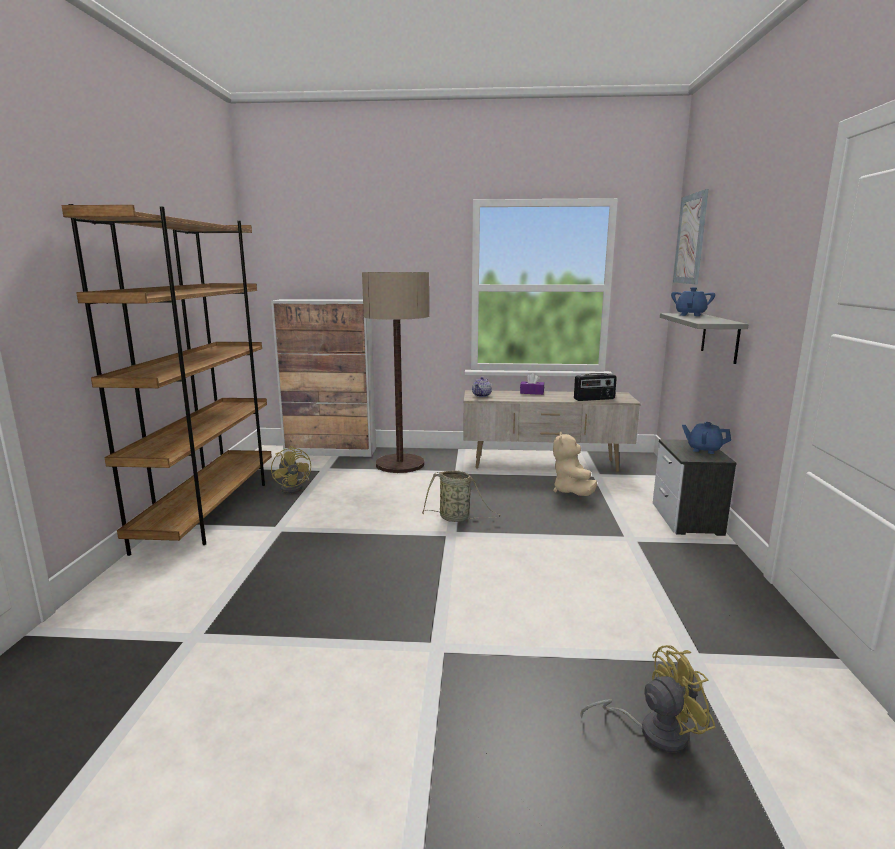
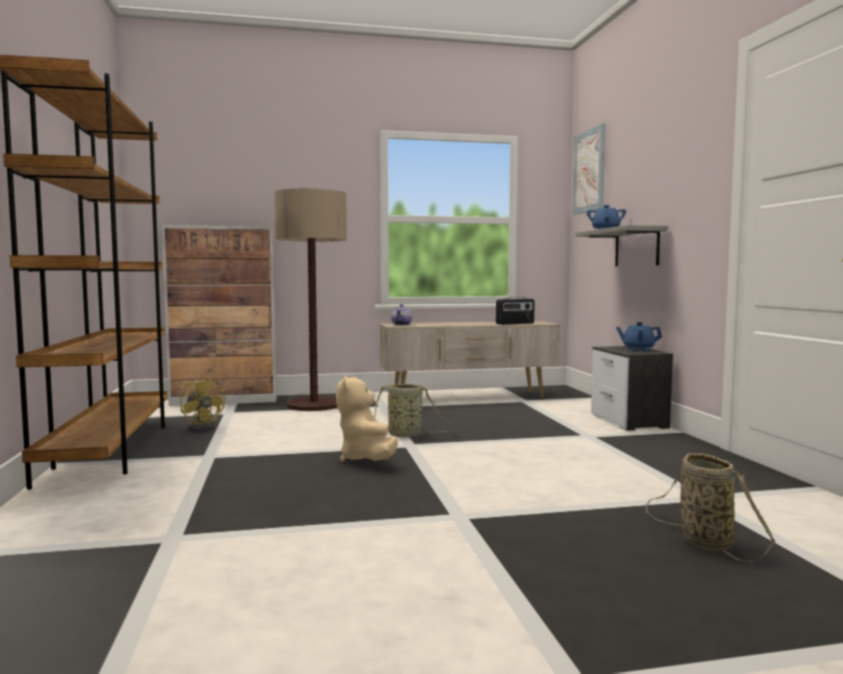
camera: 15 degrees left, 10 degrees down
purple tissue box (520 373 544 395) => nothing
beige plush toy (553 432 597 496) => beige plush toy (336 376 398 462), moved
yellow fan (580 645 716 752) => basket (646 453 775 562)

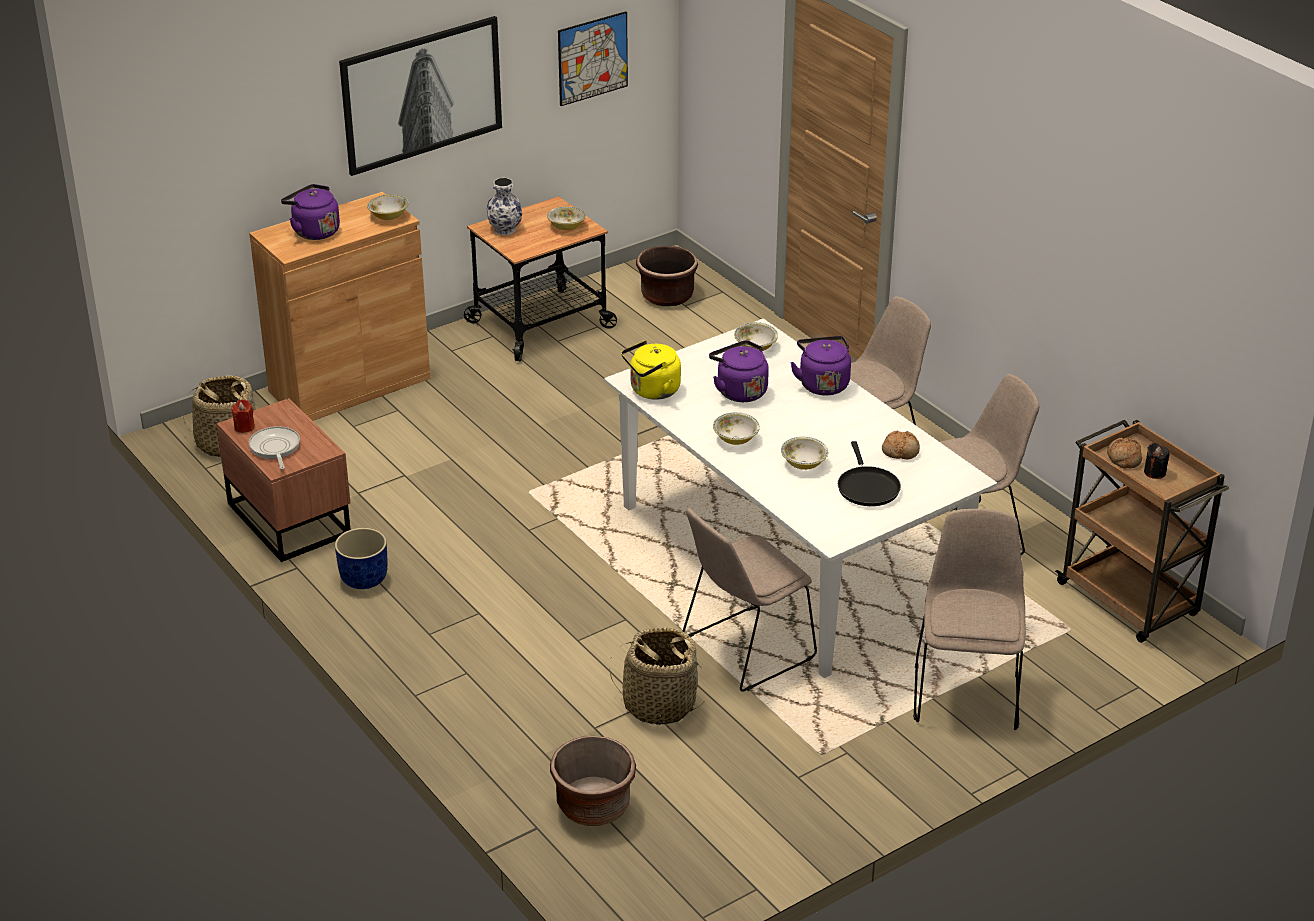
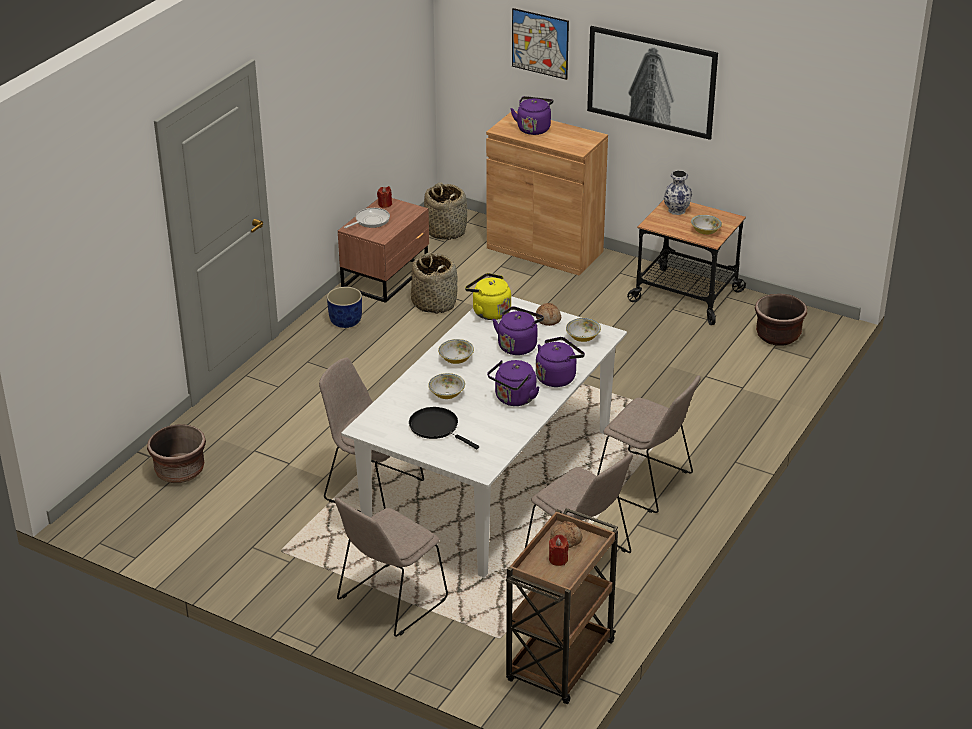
camera: 65 degrees right, 0 degrees up
bowl (367 194 409 220) => nothing
nothing => purple kettle (487 360 540 406)
picture (558 11 628 106) => picture (512 8 569 80), moved
basket (609 627 704 725) => basket (411 252 457 314), moved
bread (882 431 920 459) => bread (536 303 561 326), moved
black candle (1144 443 1170 479) => red candle (549 534 569 566)
black frying pan (838 441 901 506) => black frying pan (409 407 479 449), 75 degrees clockwise
beige chair (913 509 1026 730) => beige chair (335 498 448 637), 150 degrees clockwise

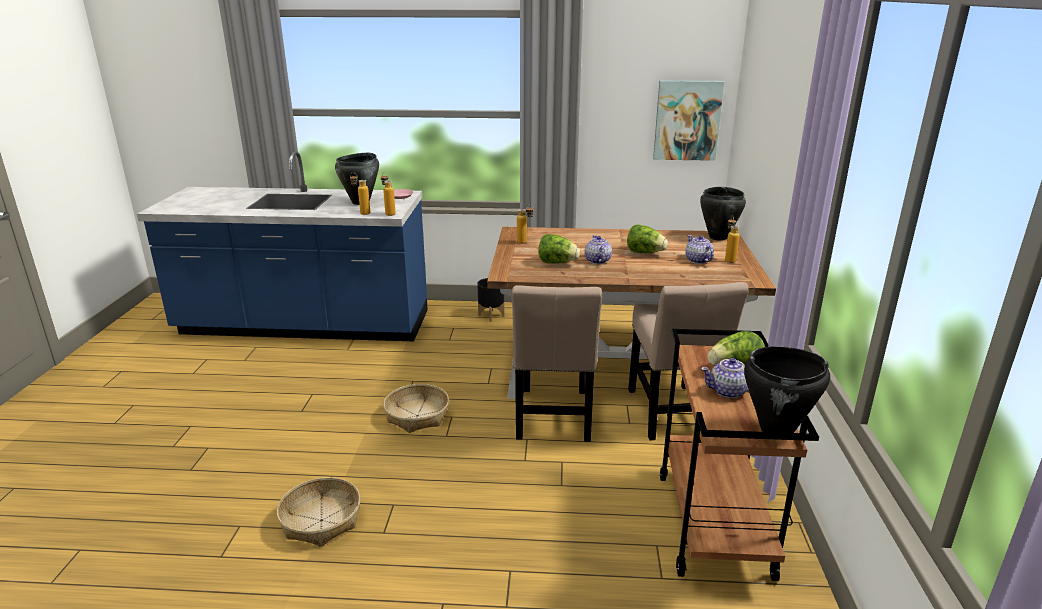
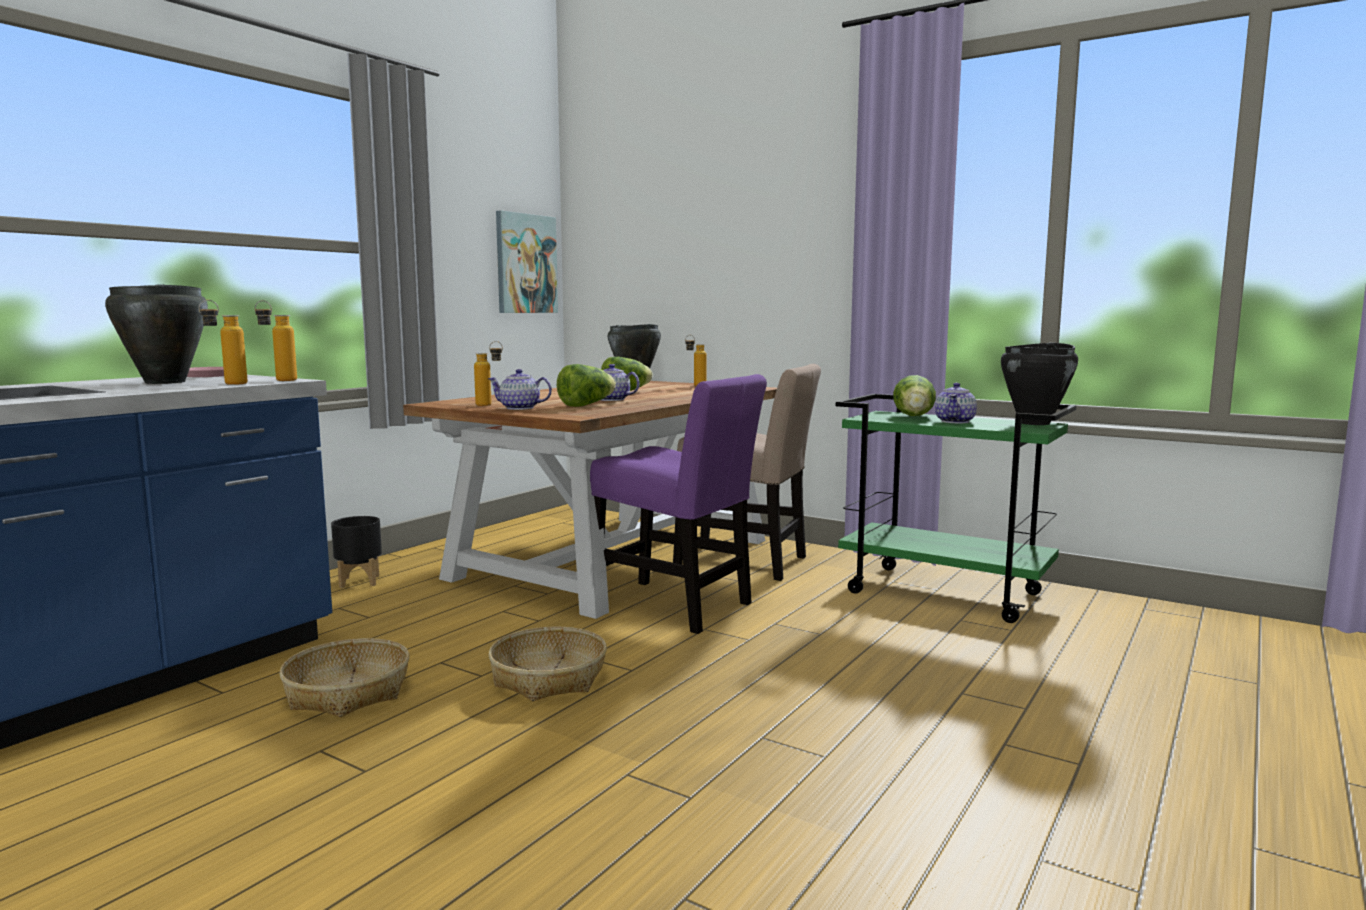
camera: 60 degrees left, 15 degrees down
basket (277 477 361 547) => basket (279 638 410 717), moved
teapot (685 235 714 264) => teapot (488 369 552 410), moved
beige chair (511 285 602 442) => purple chair (590 374 767 634)
brown cart (660 329 819 581) => green cart (836 394 1076 623)

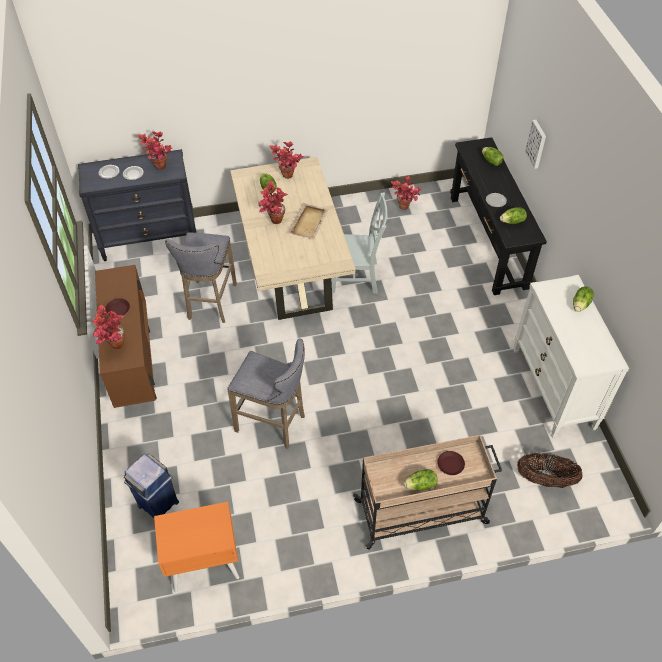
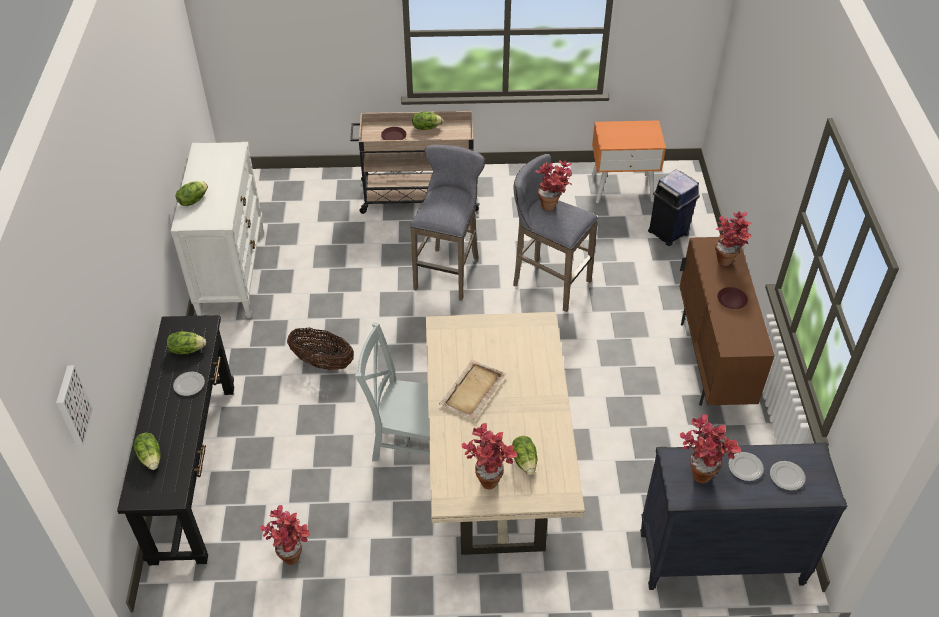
camera: 170 degrees left, 5 degrees down
grey stool (165 233 237 323) => grey stool (410 145 485 301), moved
potted plant (258 181 288 224) => potted plant (535 161 572 211), moved
basket (517 453 583 488) => basket (287 328 354 370), moved
picture (525 120 546 169) => picture (56 366 93 445), moved

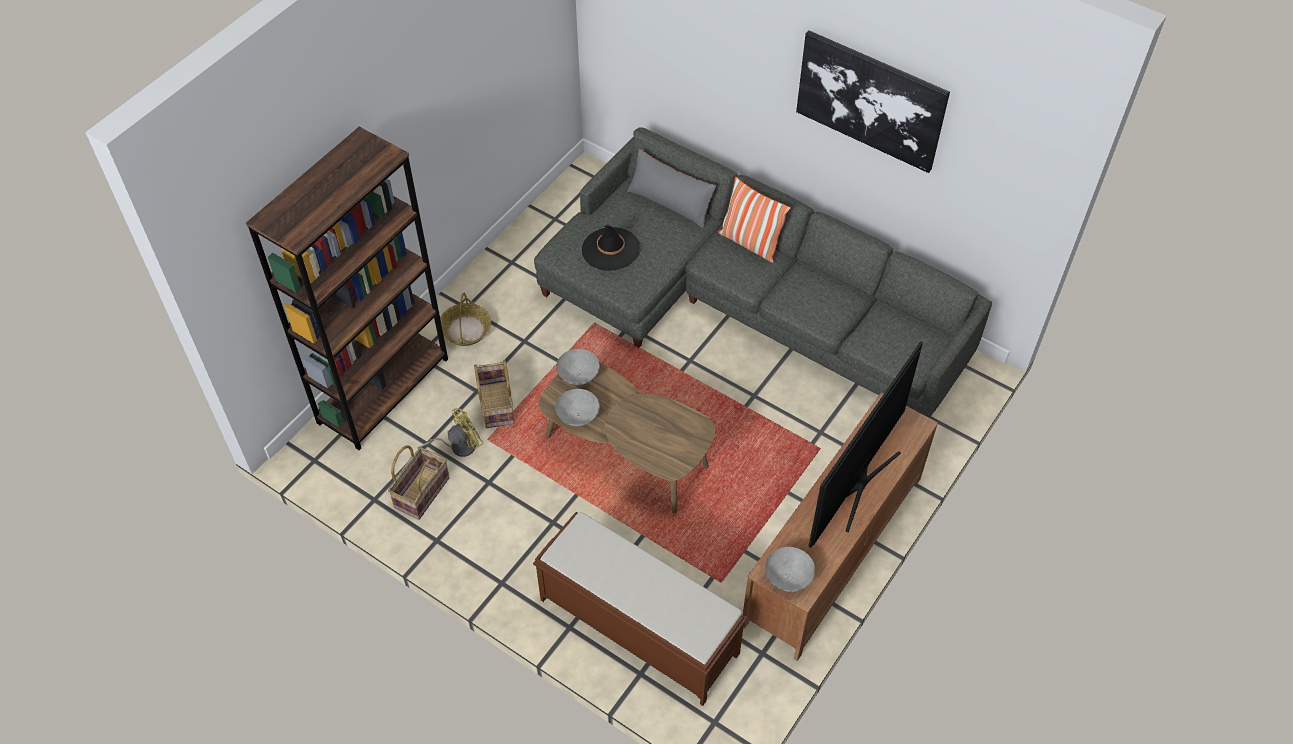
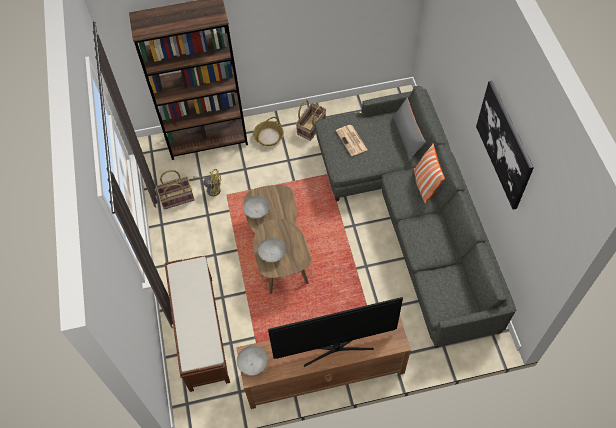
camera: 45 degrees right, 5 degrees up
basket (474 360 515 428) => basket (296 100 326 141), moved
grey bowl (556 349 600 385) => grey bowl (258 238 286 262), moved
black hat (582 224 640 271) => newspaper (336 125 367 156)

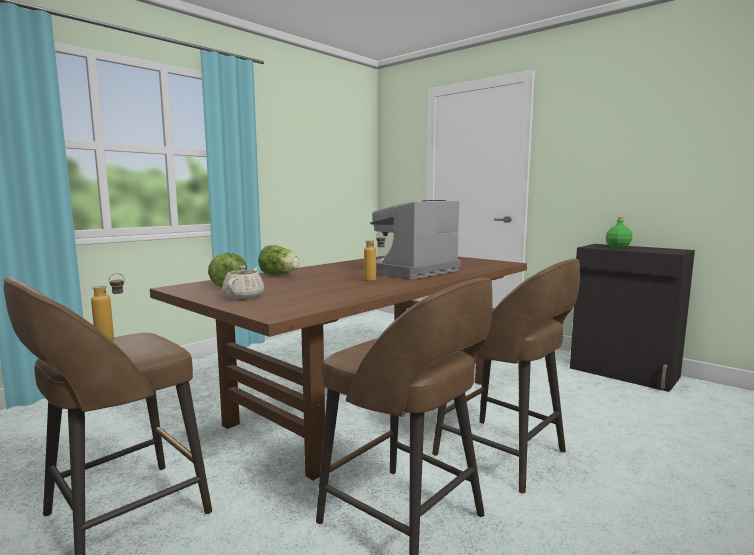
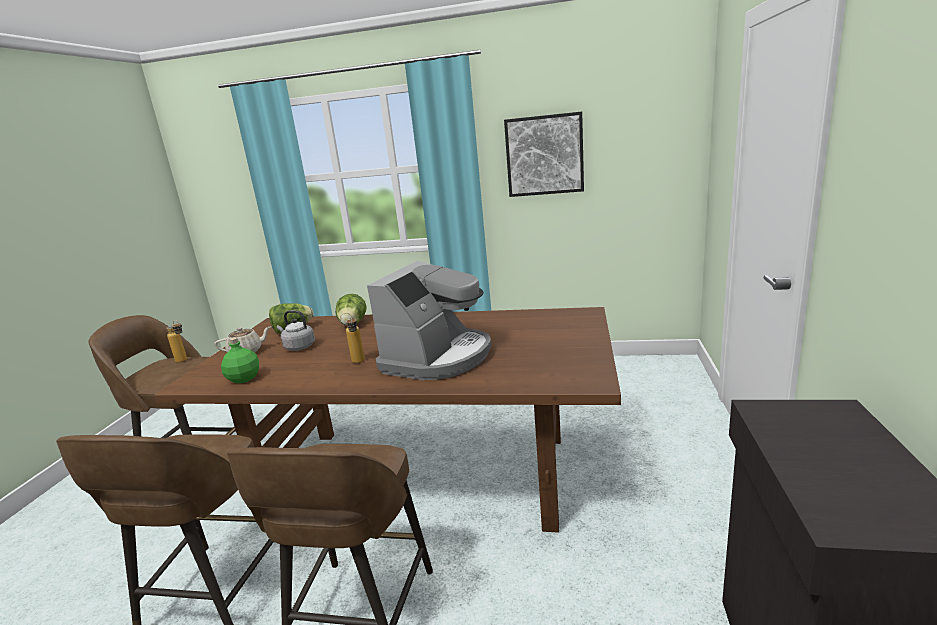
camera: 60 degrees right, 10 degrees up
nothing => grey kettle (277 310 315 351)
nothing => picture (504 112 584 197)
green bottle (606 217 632 248) => green bottle (221 337 259 384), moved
coffee machine (370 200 461 279) => coffee machine (367 261 492 380), 105 degrees clockwise

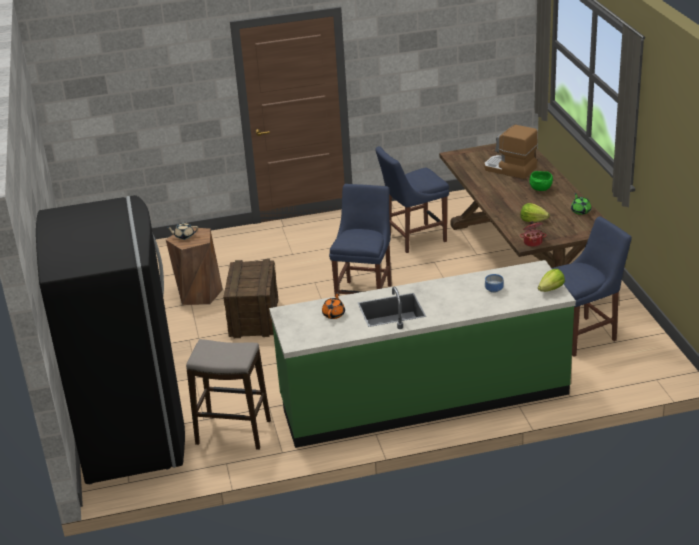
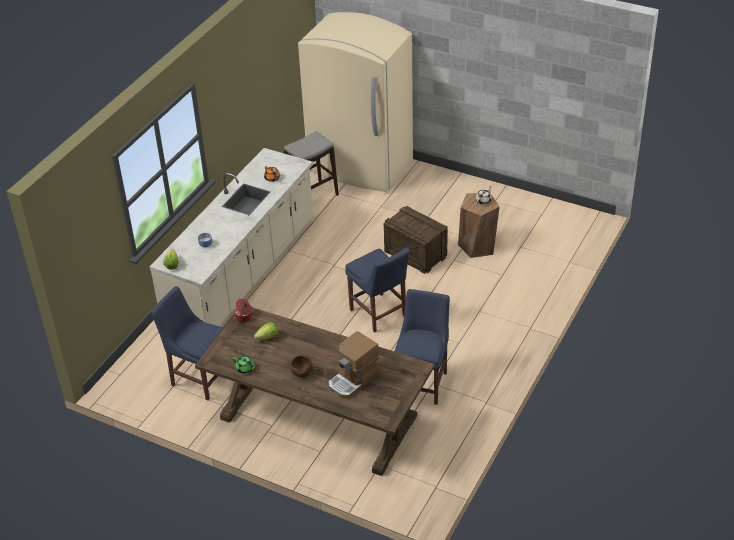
camera: 130 degrees right, 10 degrees up
black fridge (36 195 185 485) => beige fridge (298 12 413 192)
green counter (269 260 576 448) => beige counter (150 148 313 326)
green bowl (529 171 553 191) => brown bowl (290 356 313 378)
coffee machine (484 125 538 179) => coffee machine (328 331 379 399), 150 degrees clockwise
blue chair (552 216 632 357) => blue chair (151 286 224 400), 105 degrees clockwise

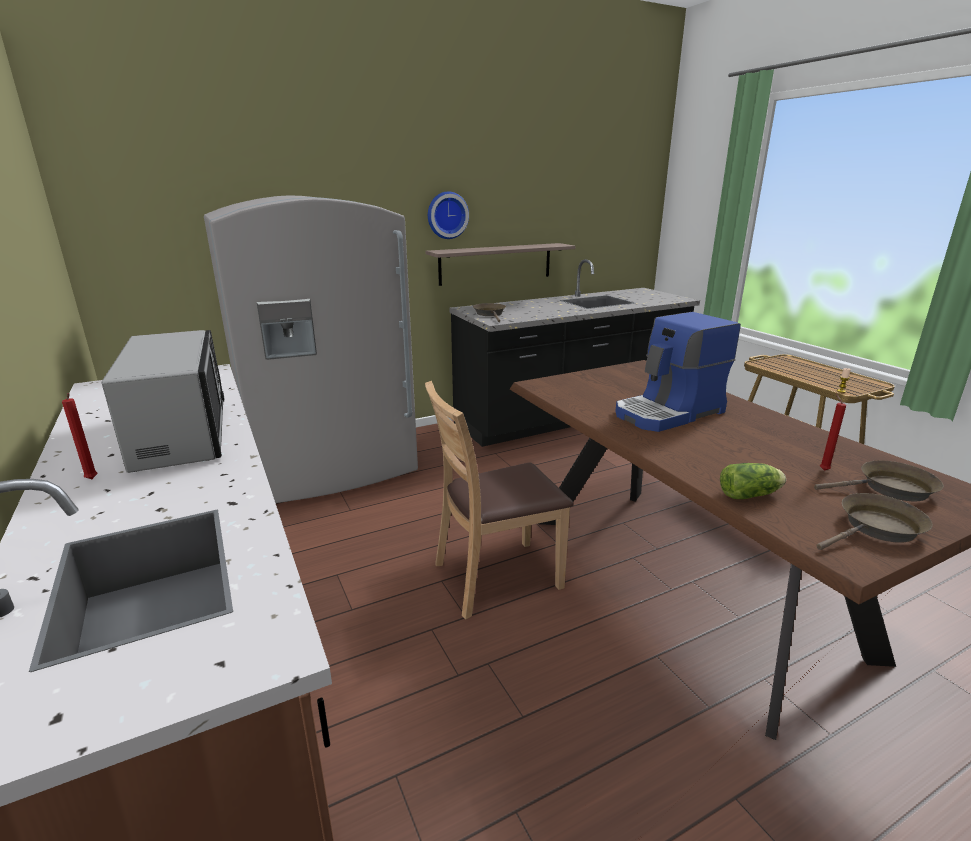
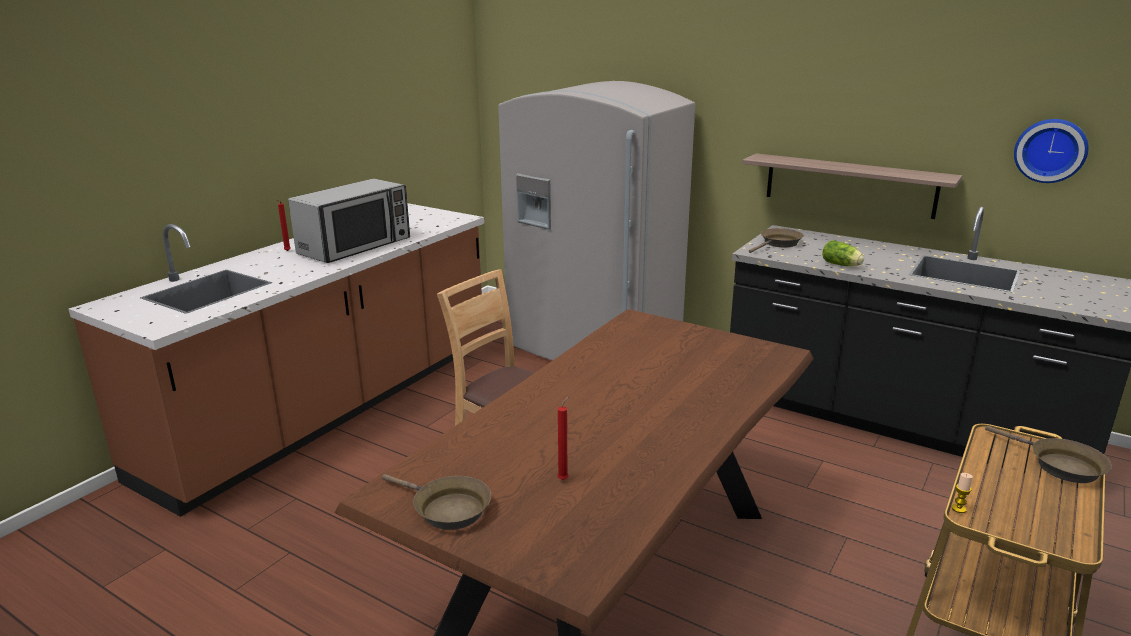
camera: 60 degrees right, 0 degrees up
coffee machine (615 312 741 432) => nothing
wall clock (428 191 469 239) => wall clock (1014 119 1089 183), moved
lettuce (720 463 786 499) => lettuce (822 240 864 266), moved
brown frying pan (814 460 944 501) => brown frying pan (985 426 1112 483), moved

